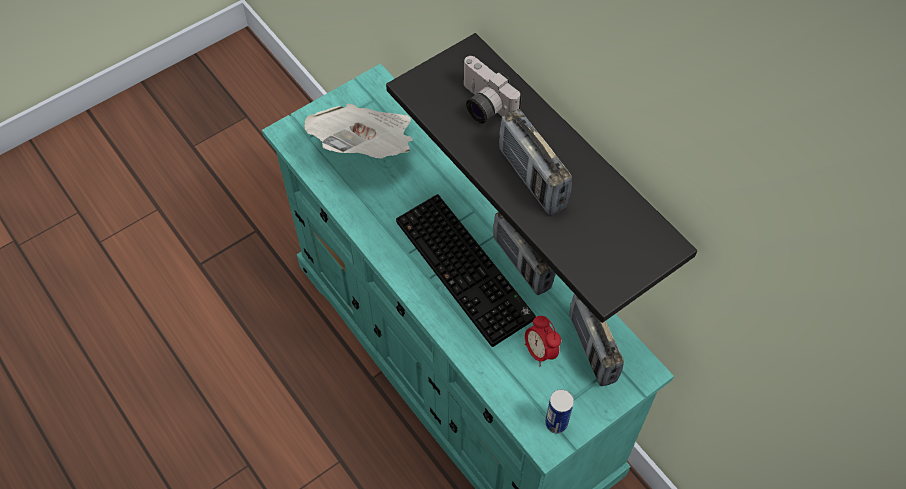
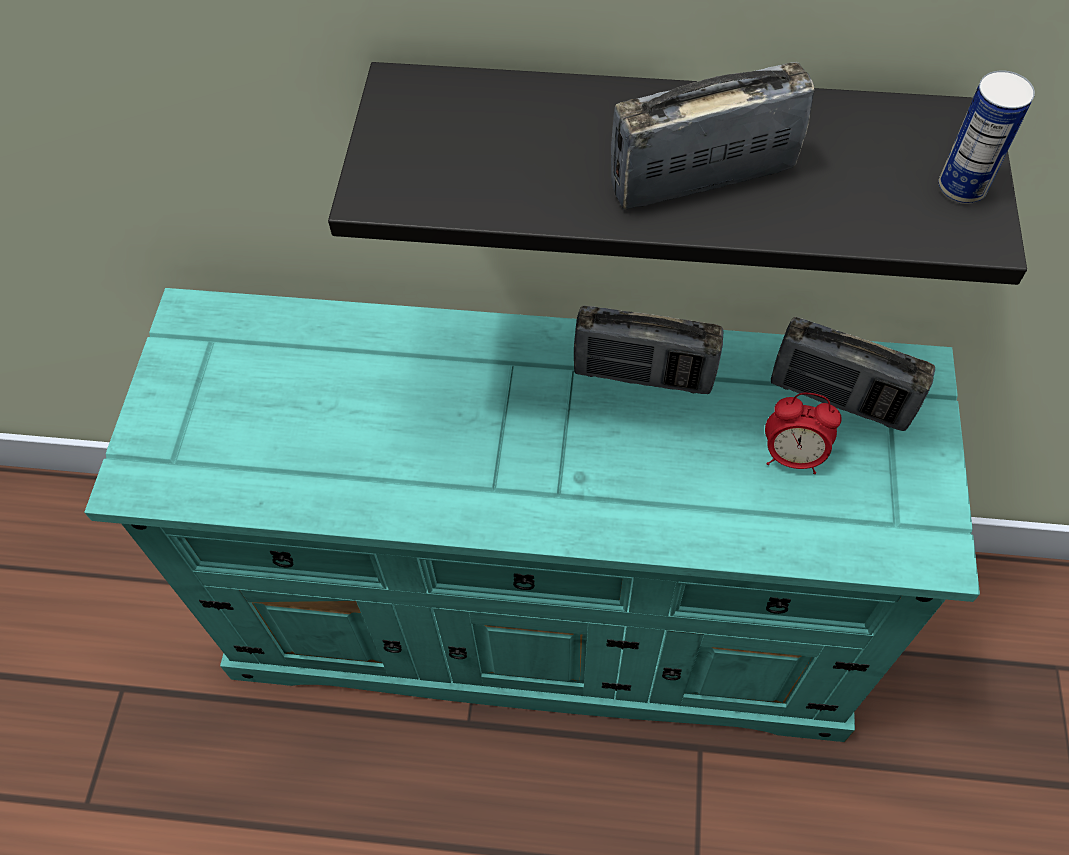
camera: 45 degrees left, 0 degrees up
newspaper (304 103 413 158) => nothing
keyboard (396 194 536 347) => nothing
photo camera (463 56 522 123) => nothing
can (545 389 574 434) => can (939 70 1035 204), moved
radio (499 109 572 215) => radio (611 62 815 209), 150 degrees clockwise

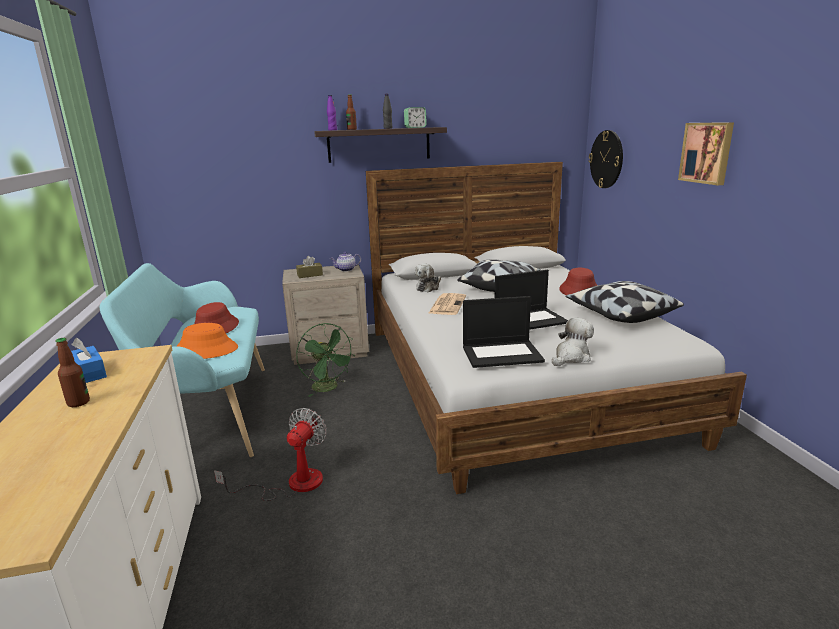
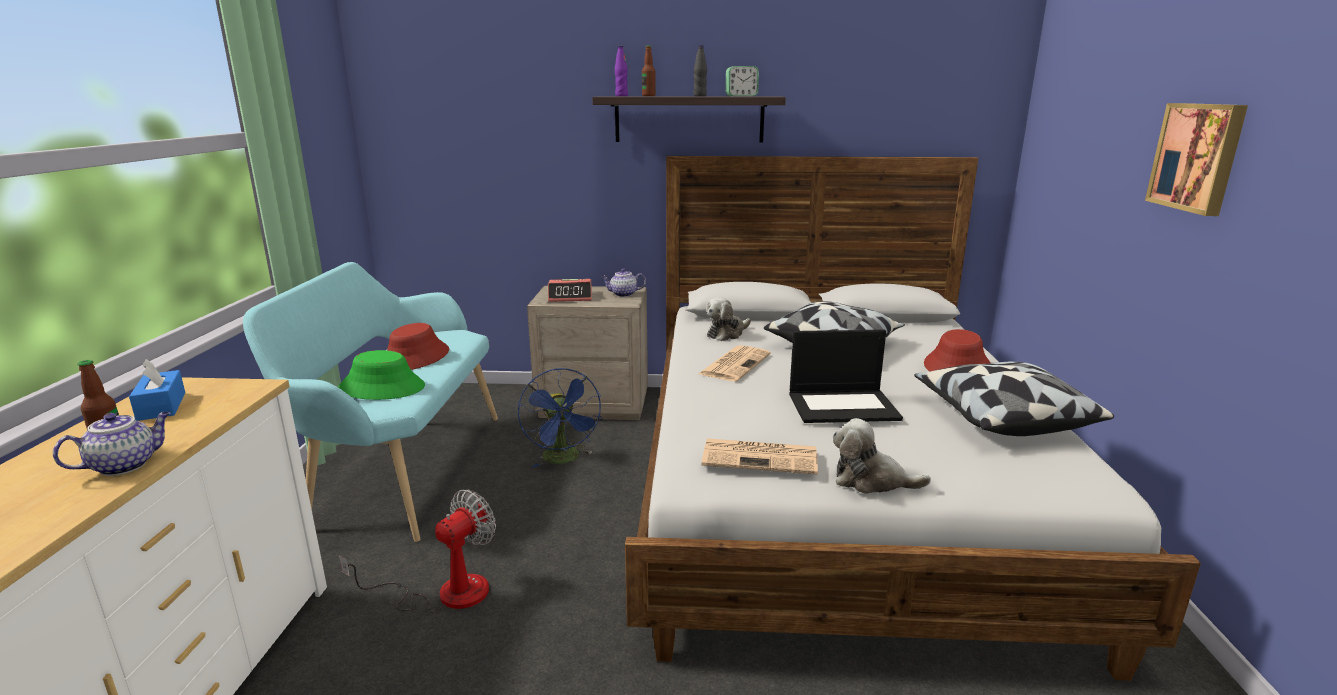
camera: 15 degrees right, 0 degrees up
wall clock (589 130 623 188) => nothing
nothing => teapot (53 412 170 476)
brown tissue box (296 256 323 278) => alarm clock (548 279 592 302)
laptop (463 296 545 368) => newspaper (702 438 818 475)
orange hat (177 323 238 359) => green hat (338 350 425 400)
green fan (296 323 355 397) => blue fan (518 368 603 468)
plush toy (552 318 594 366) => plush toy (833 418 931 494), 135 degrees counterclockwise

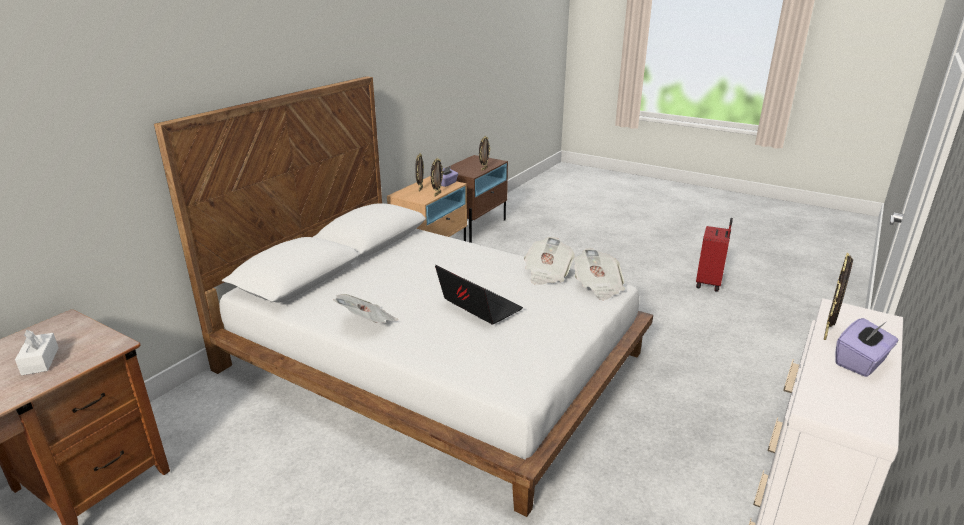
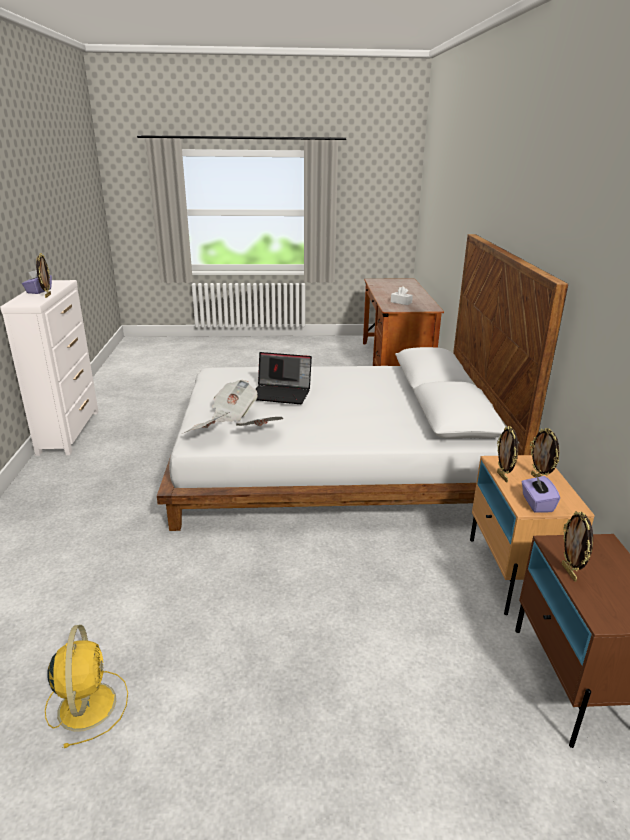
camera: 145 degrees right, 0 degrees up
newspaper (333 294 398 323) => newspaper (212 380 258 422), moved
red suitcase (696 218 733 292) => yellow fan (45 625 128 748)

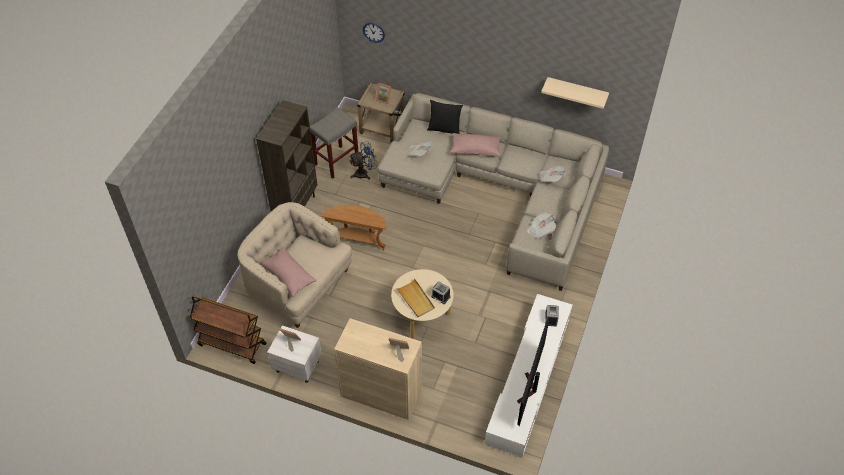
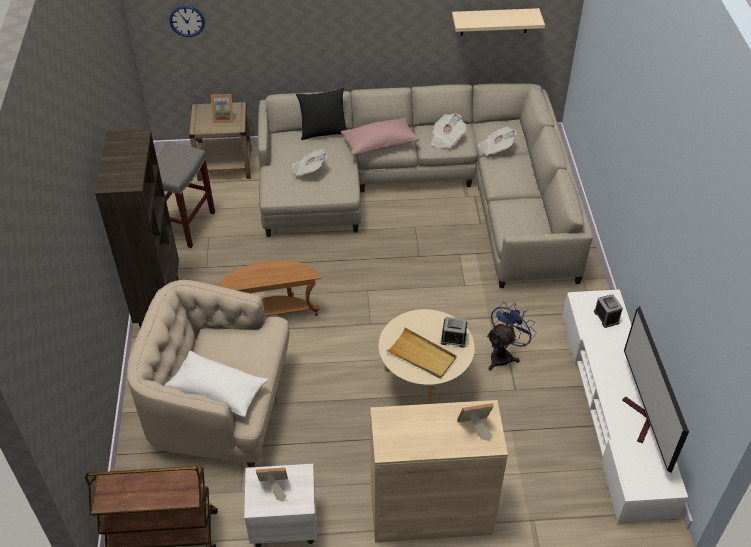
camera: 25 degrees left, 5 degrees down
blue fan (349 141 378 180) => blue fan (487 302 537 371), moved
newspaper (527 212 556 239) => newspaper (431 113 466 148), moved
pink pillow (260 247 317 297) => white pillow (165 351 268 418)

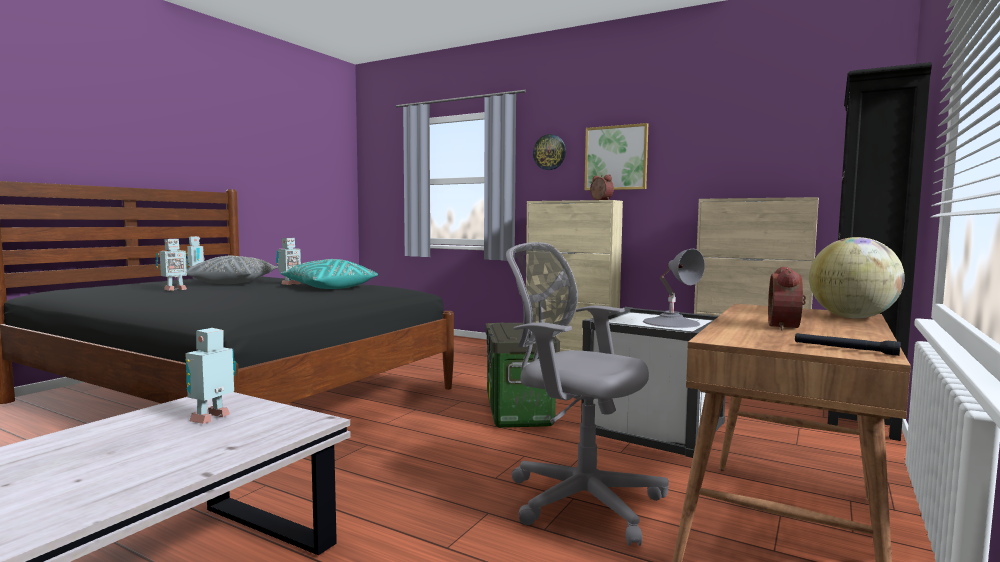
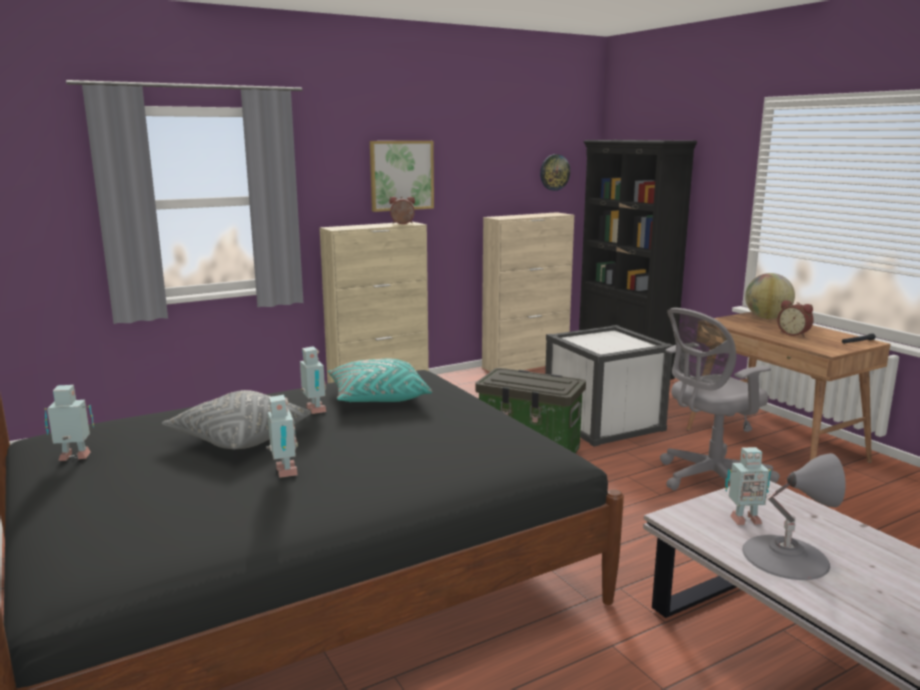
camera: 60 degrees left, 10 degrees up
wall clock (533 134 566 170) => wall clock (540 154 570 191), moved
grey table lamp (643 249 705 328) => grey table lamp (742 453 846 580), moved
toy robot (185 328 236 424) => toy robot (725 447 771 525), 60 degrees counterclockwise

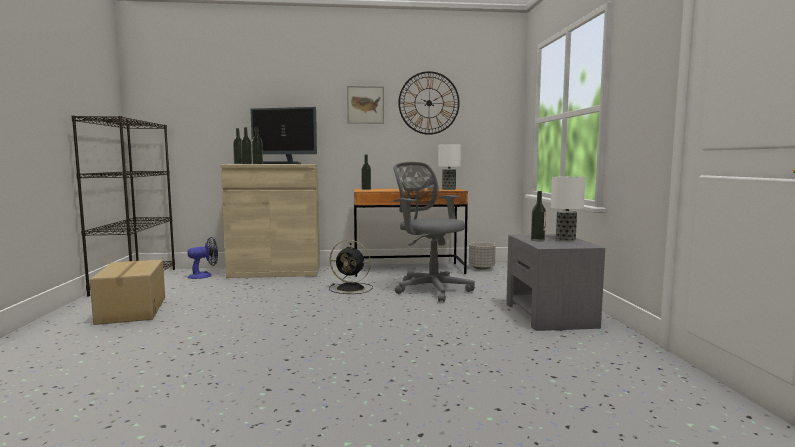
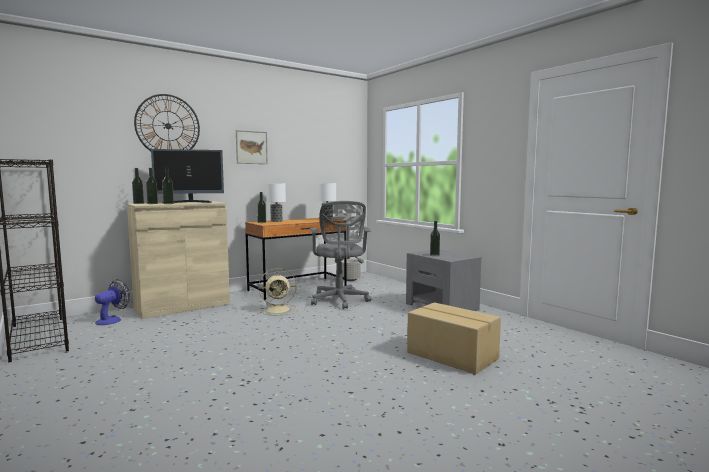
camera: 30 degrees left, 0 degrees up
cardboard box (90 259 165 325) => cardboard box (407 302 501 374), moved
wall clock (398 71 460 135) => wall clock (134 94 200 151), moved
table lamp (551 177 585 241) => table lamp (266 183 286 222), moved
black fan (329 240 373 294) => beige fan (258 268 297 315)
grey office chair (393 162 475 302) => grey office chair (310 201 371 309), 120 degrees counterclockwise

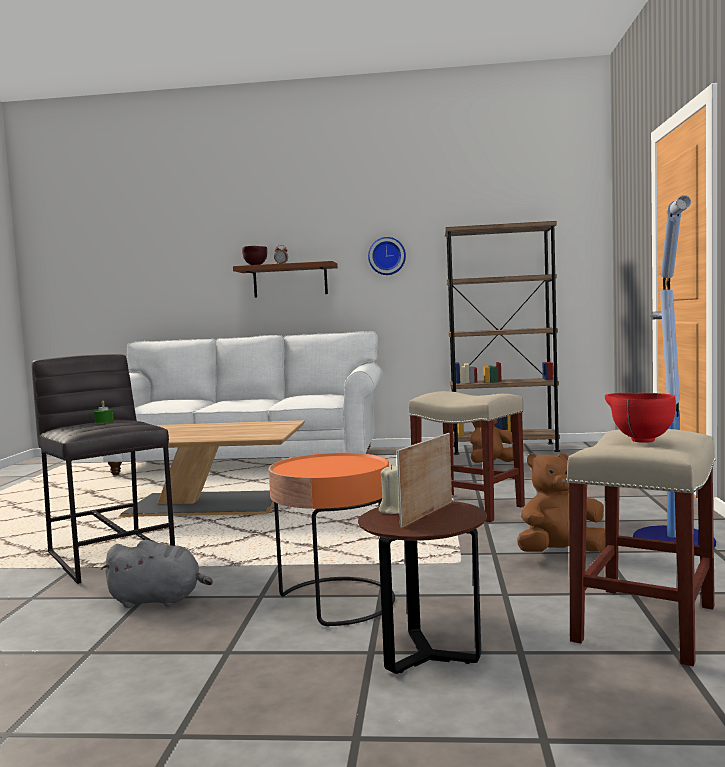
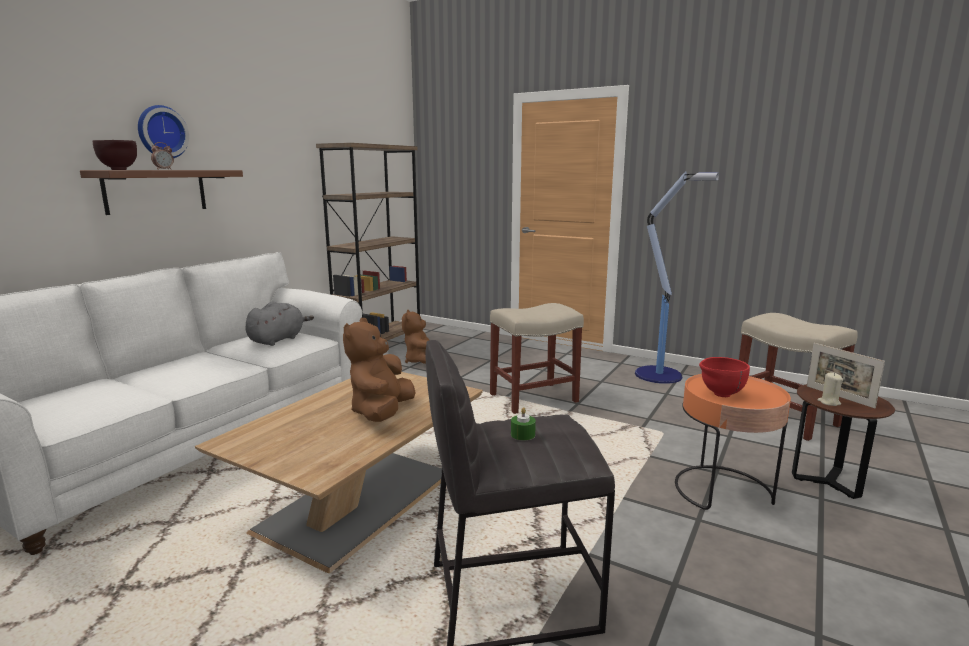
camera: 65 degrees left, 10 degrees up
grey plush toy (100 540 213 608) => grey plush toy (245 301 314 346), moved
wall clock (368 237 406 275) => wall clock (138 105 189 158), moved
brown plush toy (517 453 605 552) => brown plush toy (343 318 416 422), moved
red bowl (605 393 676 443) => red bowl (699 357 750 397), moved

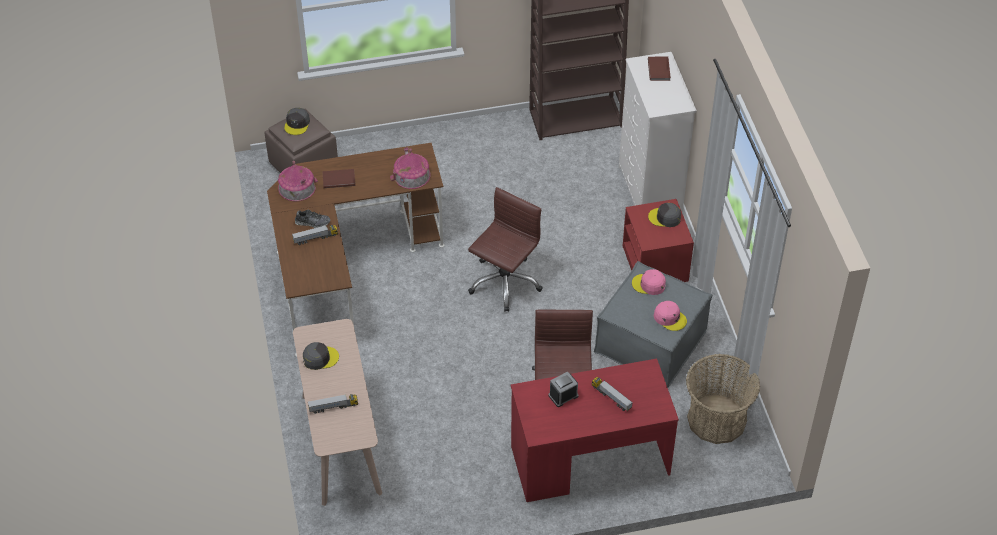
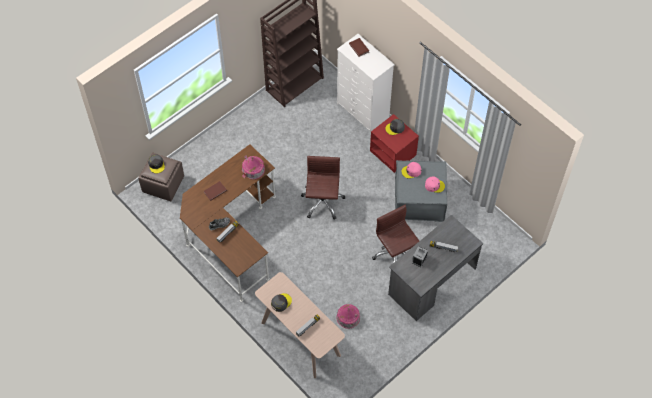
camera: 30 degrees left, 10 degrees up
basket (686 354 760 444) => nothing
toy house (278 161 318 201) => toy house (337 304 360 329), moved
red desk (511 359 679 502) => grey desk (388 215 483 321)

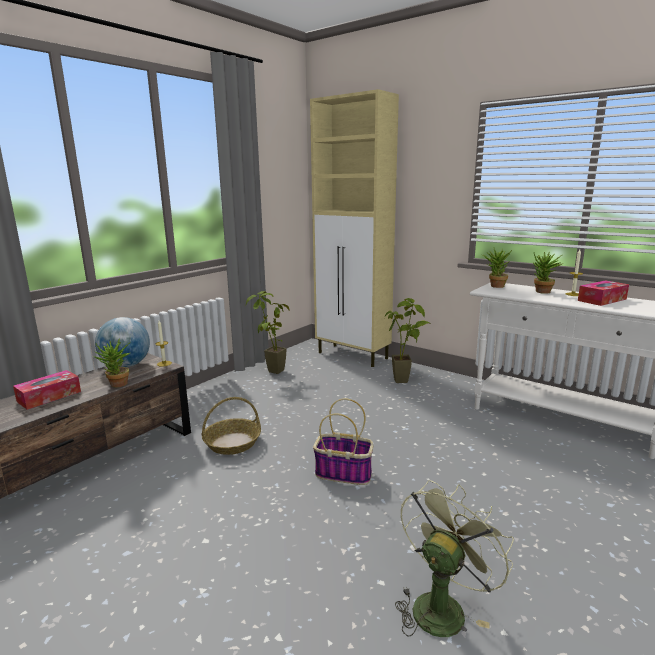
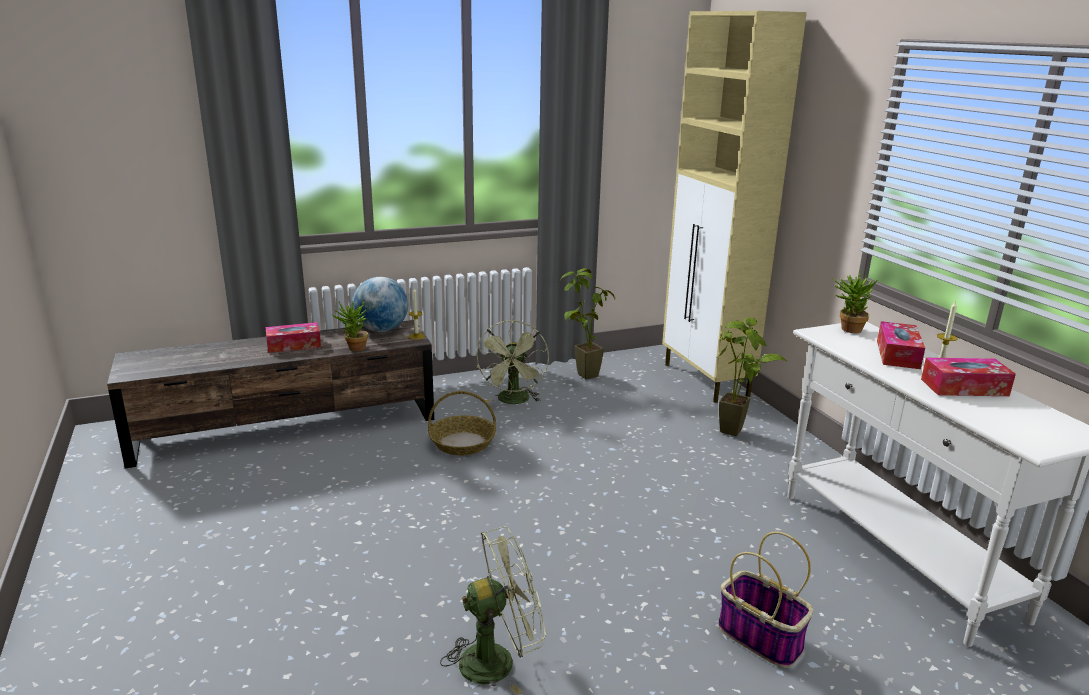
camera: 30 degrees right, 5 degrees up
nothing => green fan (476 320 549 404)
basket (313 398 374 485) => basket (718 532 813 668), moved
potted plant (533 252 562 294) => tissue box (877 321 925 369)

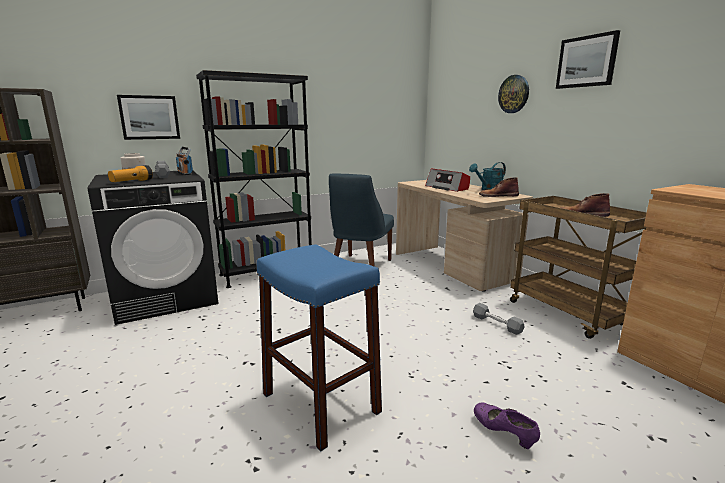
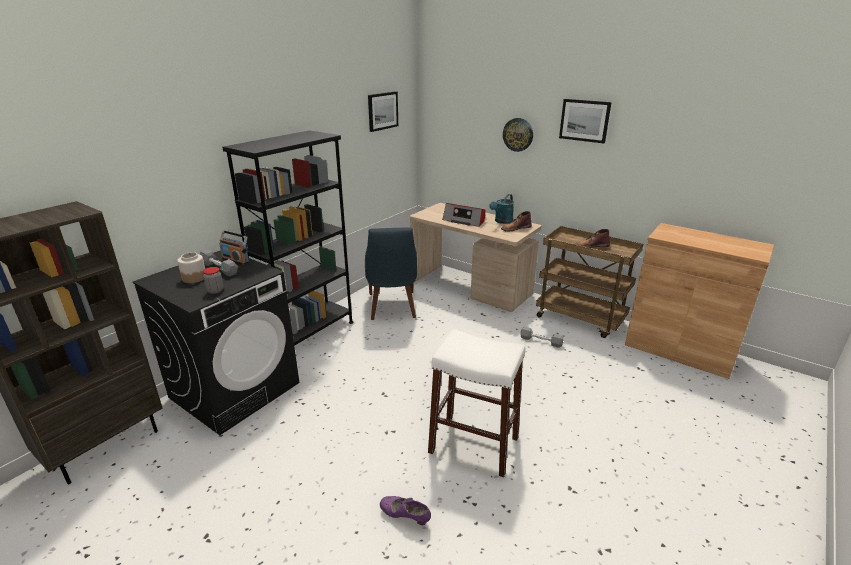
camera: 25 degrees left, 10 degrees up
picture (117 95 180 140) => picture (368 91 398 132), moved
purple shoe (474 403 540 449) => purple shoe (380 496 431 525), moved
flashlight (108 165 153 182) => jar (203 267 224 294)
blue stool (257 245 382 451) => white stool (428 329 526 478)

